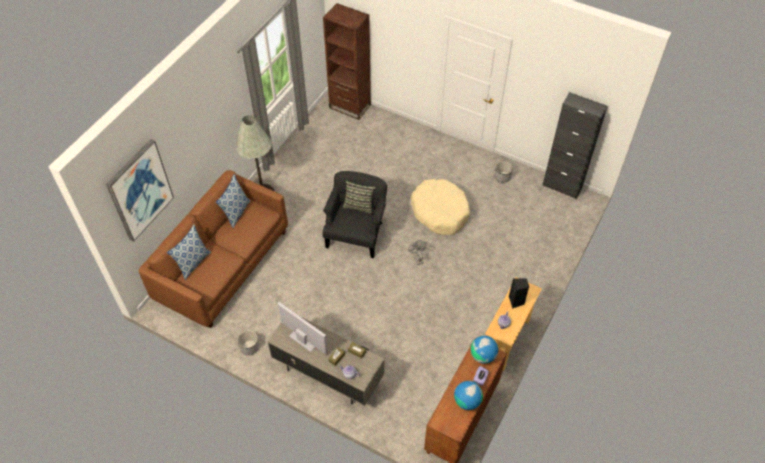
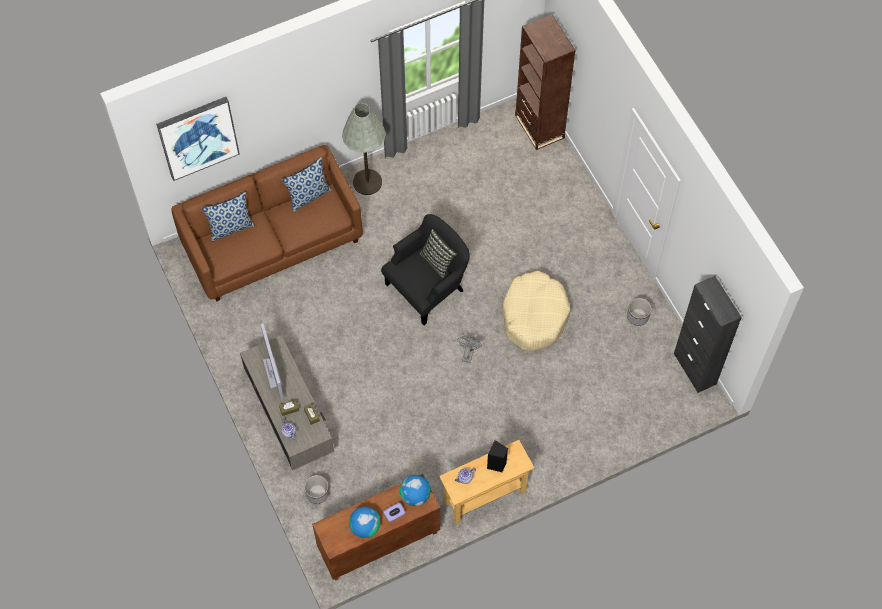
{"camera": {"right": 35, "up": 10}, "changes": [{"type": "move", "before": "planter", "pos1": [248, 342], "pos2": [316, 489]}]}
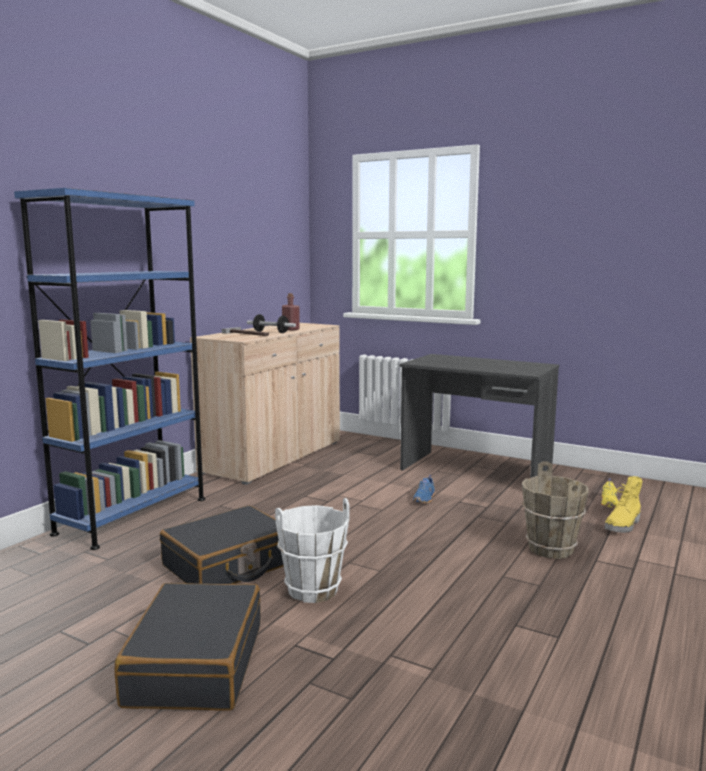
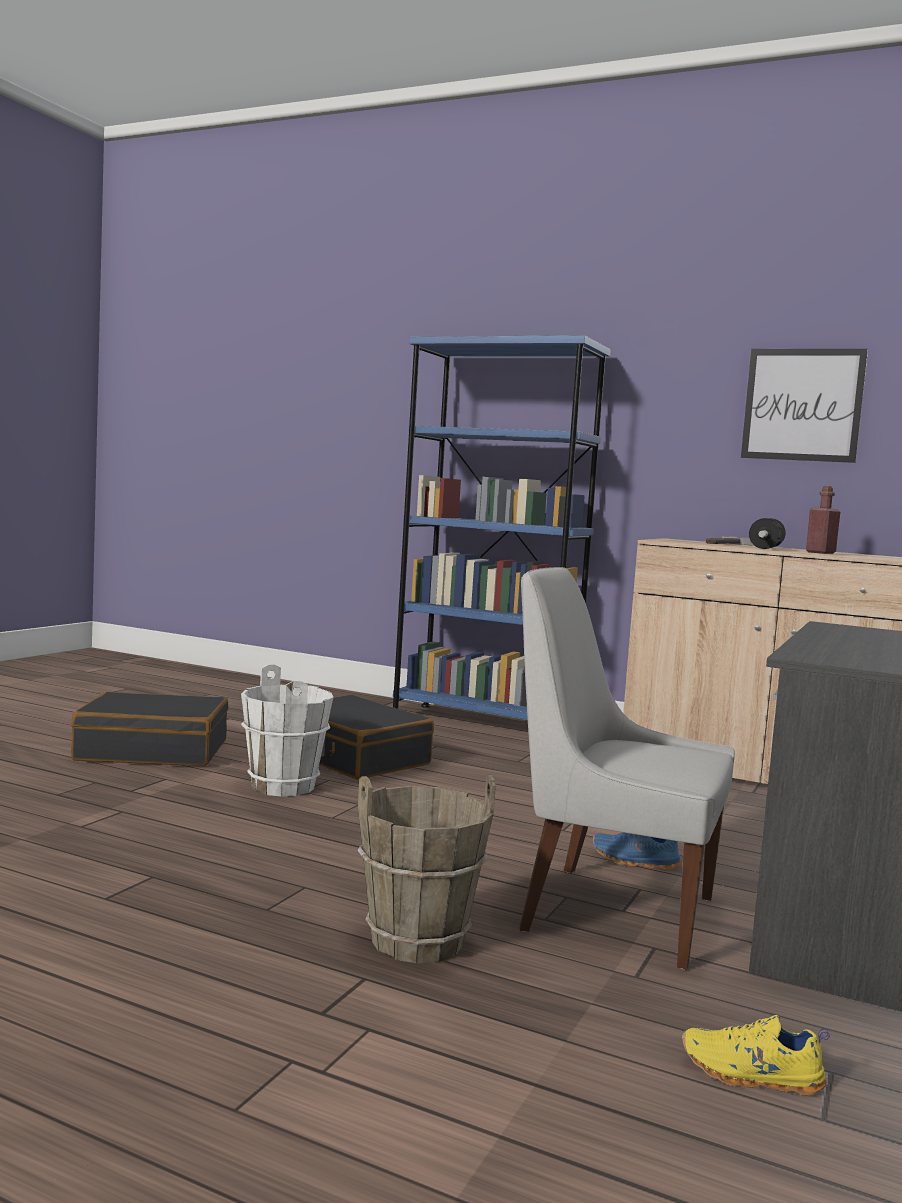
{"camera": {"right": 85, "up": -5}, "changes": [{"type": "delete", "before": "high-top boot (yellow-coloured)", "pos1": [624, 504]}, {"type": "insert", "after": "upright chair (white)", "pos2": [627, 768]}, {"type": "insert", "after": "wall picture", "pos2": [804, 406]}]}
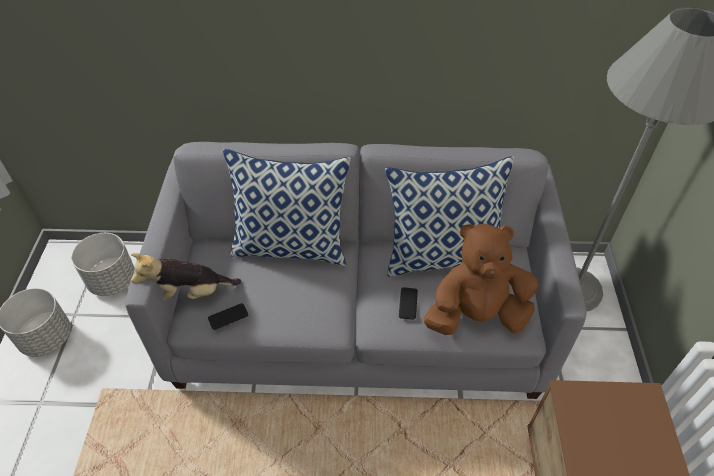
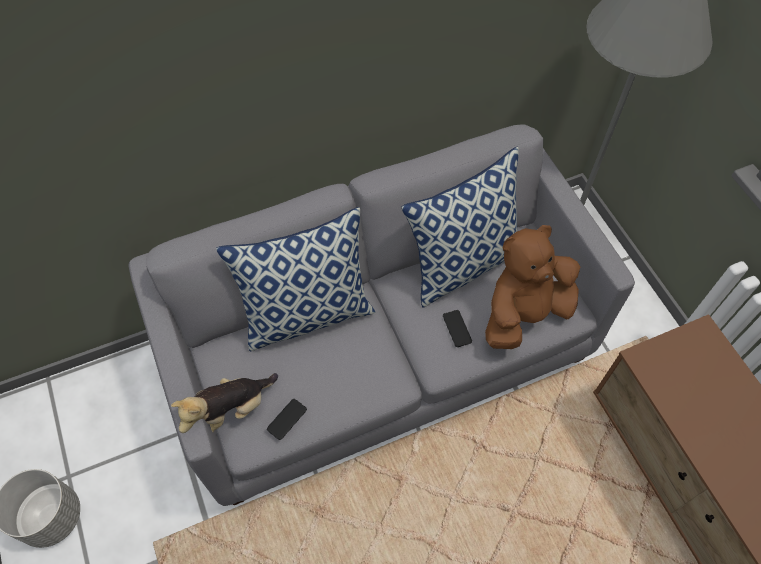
{"camera": {"right": -25, "up": 10}, "changes": [{"type": "delete", "before": "planter (gray)", "pos1": [103, 264]}]}
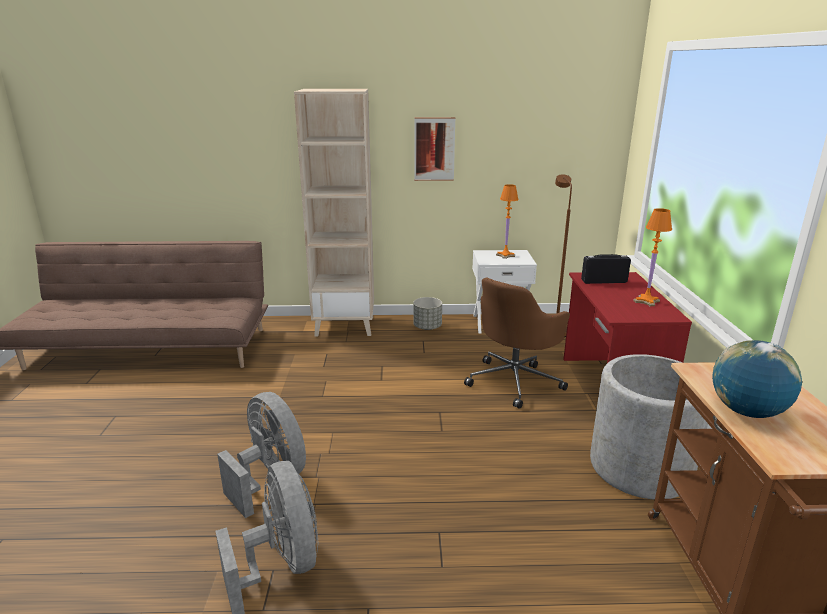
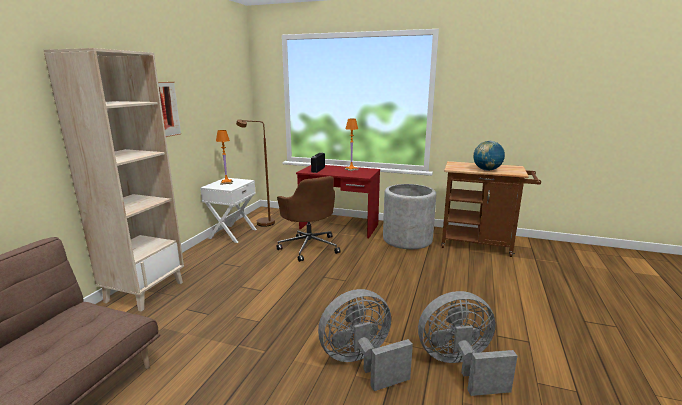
{"camera": {"right": -70, "up": -5}, "changes": [{"type": "delete", "before": "planter (gray)", "pos1": [427, 313]}]}
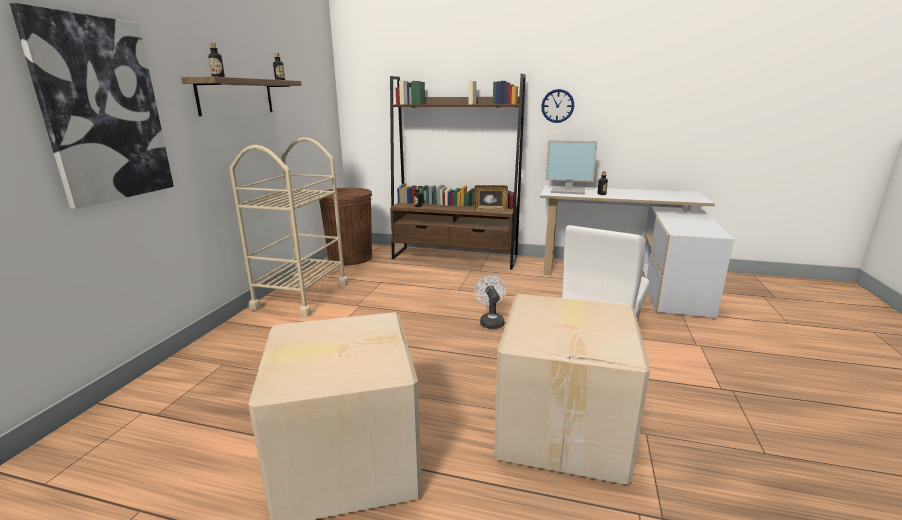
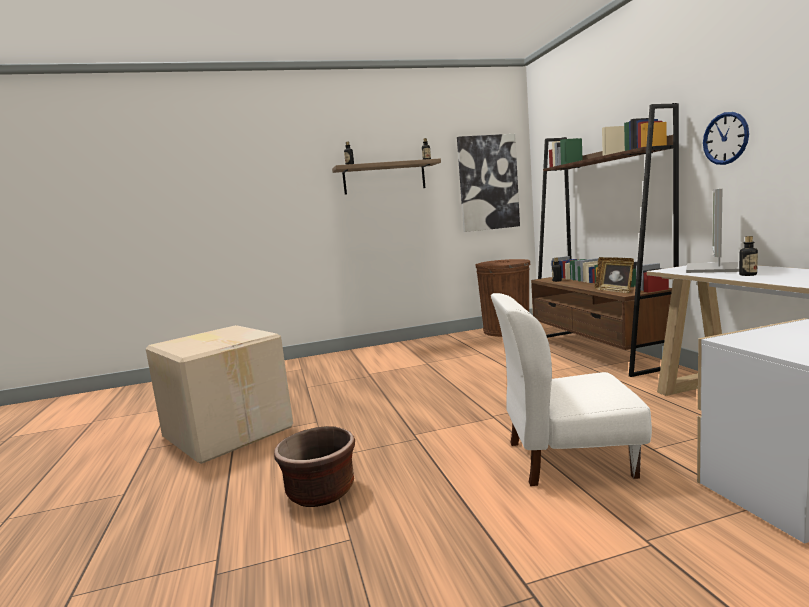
{"camera": {"right": 60, "up": -10}, "changes": [{"type": "move", "before": "wall picture", "pos1": [92, 106], "pos2": [488, 183]}, {"type": "delete", "before": "wheeled cart (beige)", "pos1": [289, 227]}, {"type": "delete", "before": "fan (white)", "pos1": [490, 302]}, {"type": "replace", "before": "packing box", "after": "planter (brownish)", "pos1": [572, 389], "pos2": [314, 466]}, {"type": "rotate", "before": "computer display", "pos1": [572, 167], "pos2": [712, 231], "turn": 45}]}
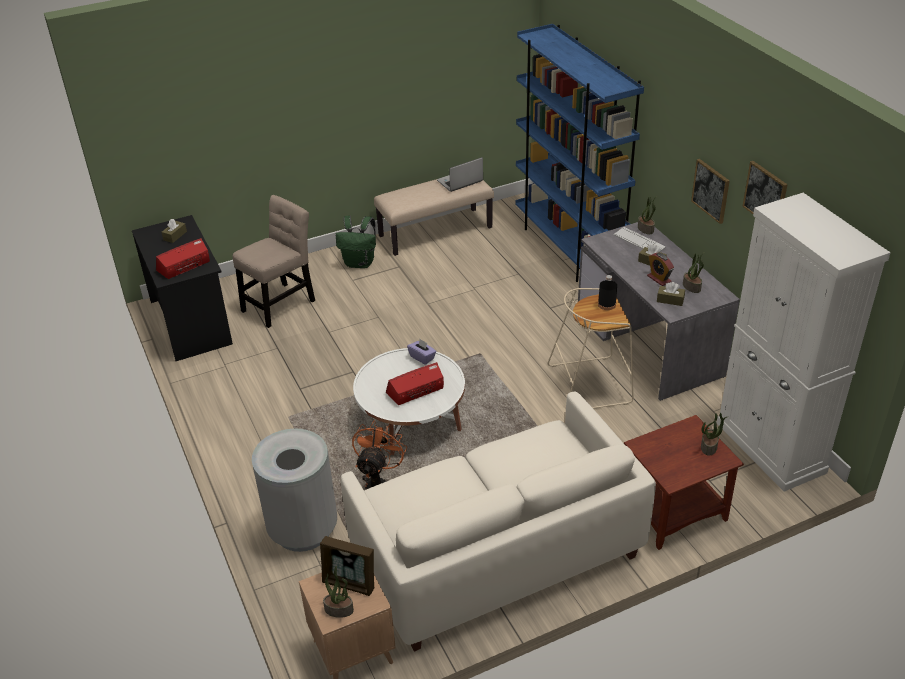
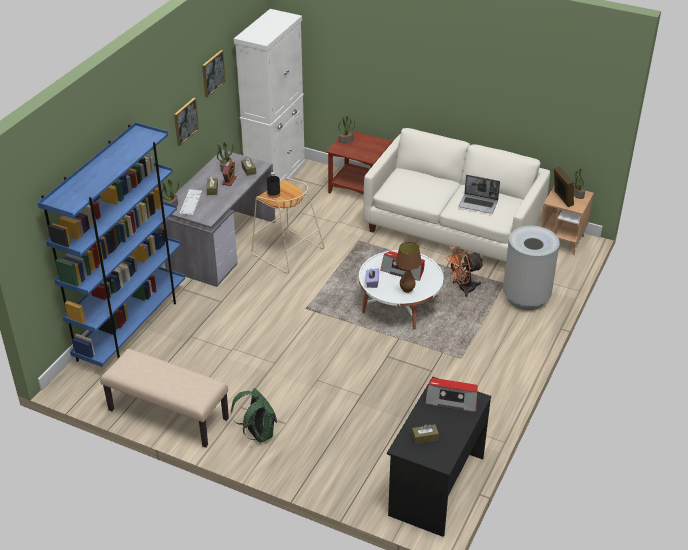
{"camera": {"right": -130, "up": 0}, "changes": [{"type": "delete", "before": "upright chair (beige)", "pos1": [274, 261]}, {"type": "move", "before": "portable computer", "pos1": [460, 174], "pos2": [479, 194]}, {"type": "insert", "after": "table lamp (brownish)", "pos2": [409, 267]}]}
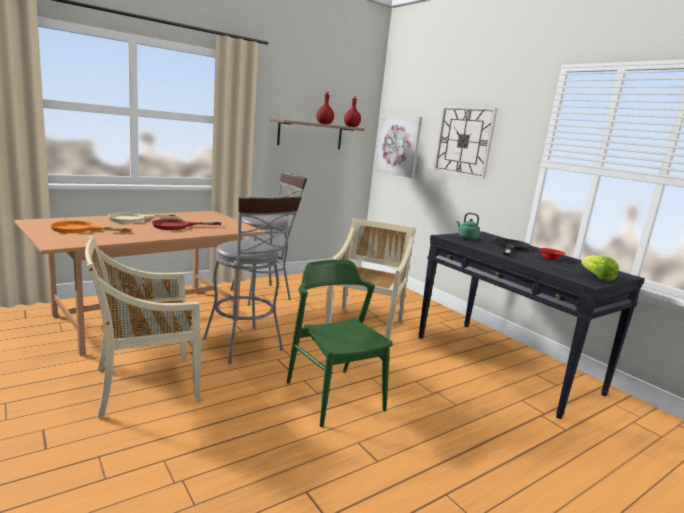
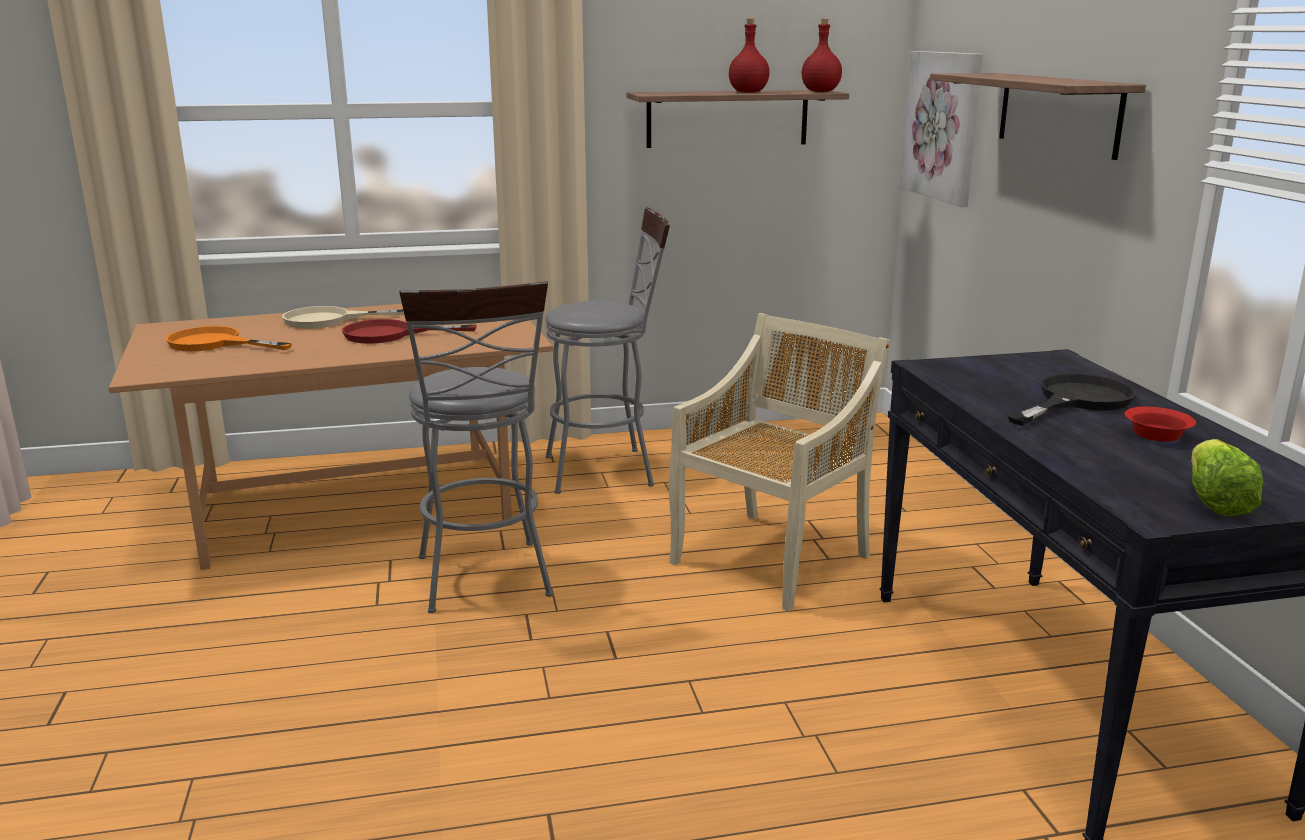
{"camera": {"right": 25, "up": 5}, "changes": [{"type": "delete", "before": "upright chair (beige)", "pos1": [143, 327]}, {"type": "delete", "before": "upright chair (greenish)", "pos1": [340, 343]}, {"type": "replace", "before": "hanging clock", "after": "wall shelf", "pos1": [465, 142], "pos2": [1038, 116]}, {"type": "delete", "before": "tea kettle (greenish)", "pos1": [468, 226]}]}
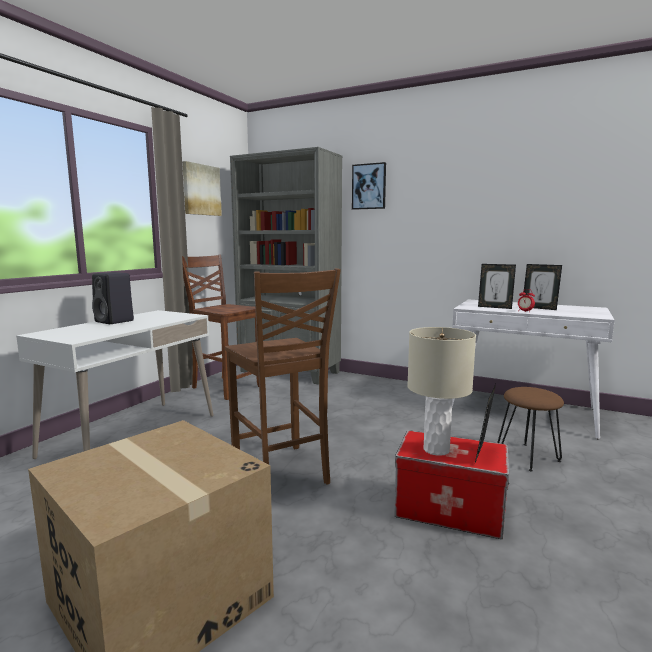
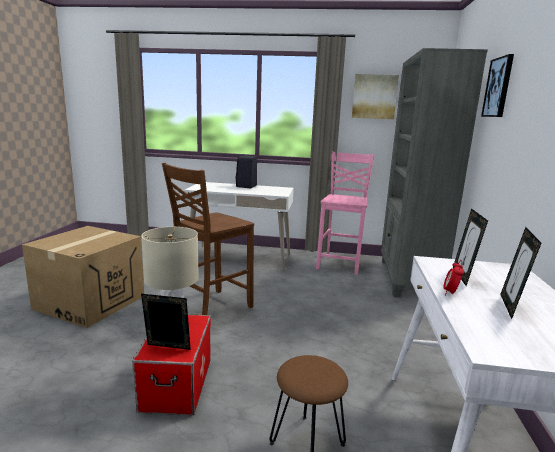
{"camera": {"right": 70, "up": 5}, "changes": [{"type": "recolor", "before": "upright chair (brownish)", "after": "upright chair (pink)", "pos1": [220, 327], "pos2": [345, 213]}]}
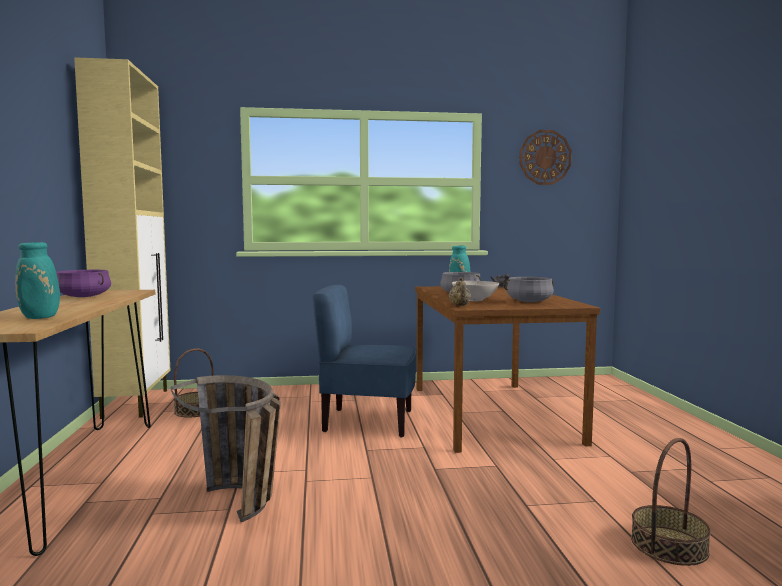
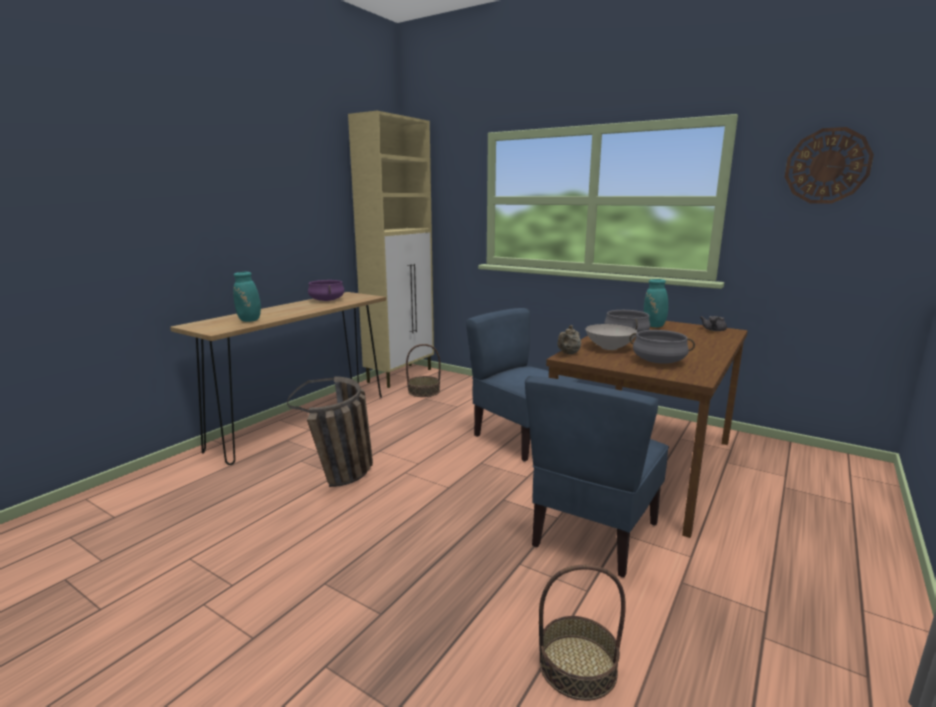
{"camera": {"right": 40, "up": 10}, "changes": [{"type": "insert", "after": "upright chair (blue)", "pos2": [597, 477]}]}
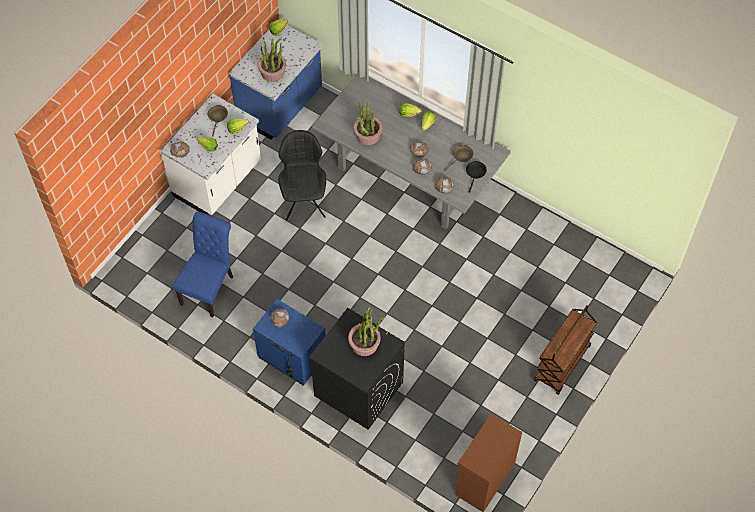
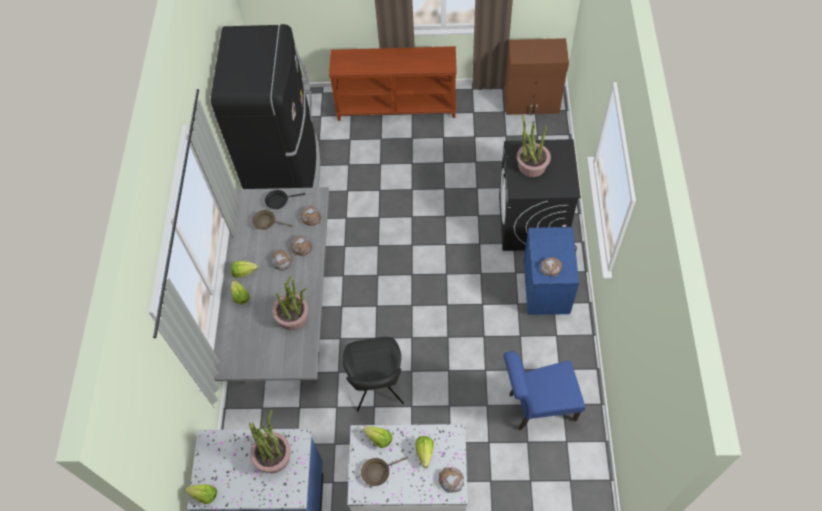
{"camera": {"right": -120, "up": 0}, "changes": [{"type": "rotate", "before": "upright chair (black-coloured)", "pos1": [302, 175], "pos2": [373, 374], "turn": -60}, {"type": "replace", "before": "wheeled cart (brownish)", "after": "narrow table (brownish)", "pos1": [565, 350], "pos2": [393, 83]}, {"type": "insert", "after": "kitchen fridge (black-coloured)", "pos2": [265, 106]}]}
